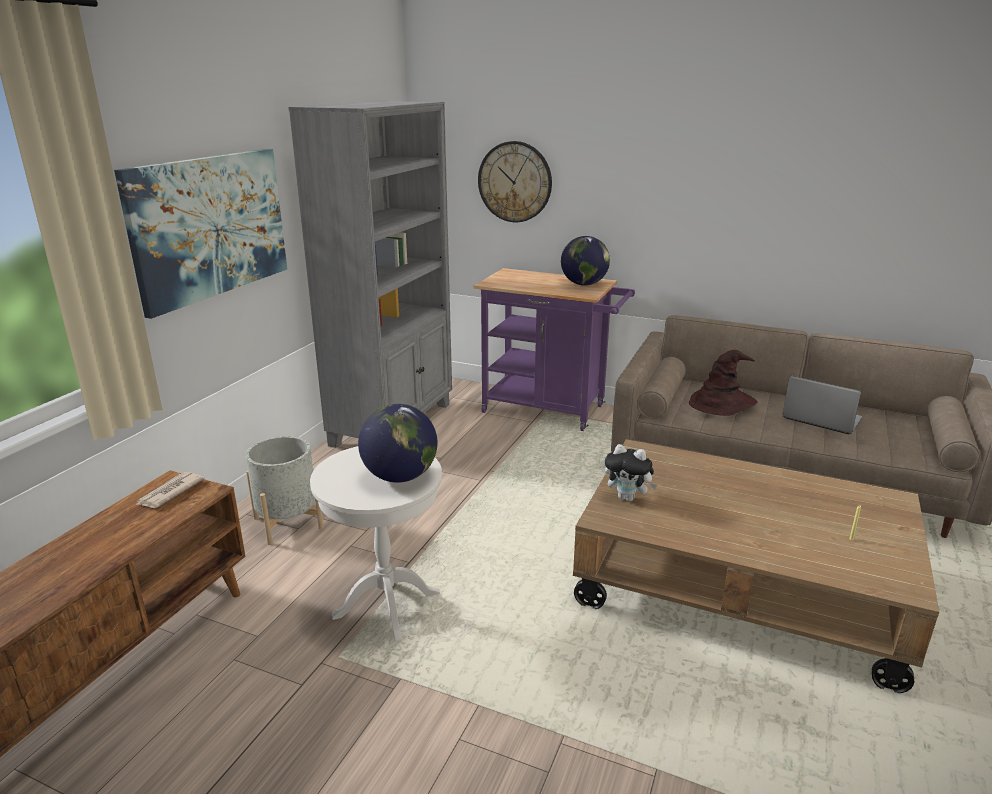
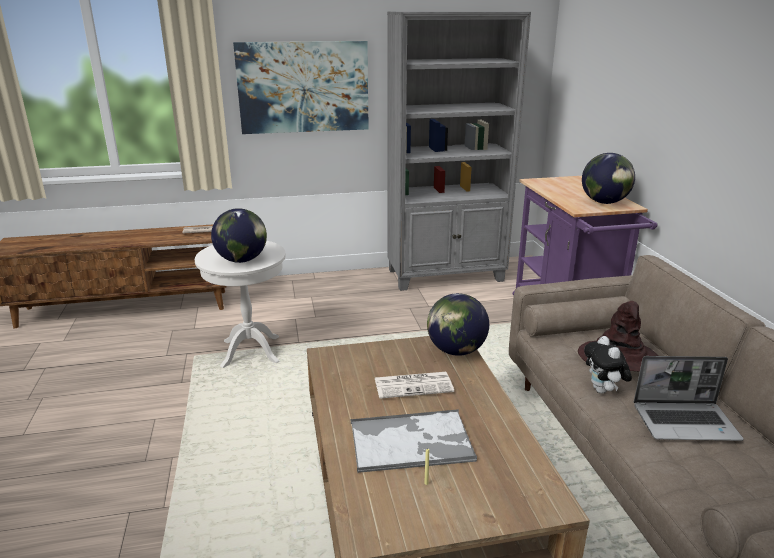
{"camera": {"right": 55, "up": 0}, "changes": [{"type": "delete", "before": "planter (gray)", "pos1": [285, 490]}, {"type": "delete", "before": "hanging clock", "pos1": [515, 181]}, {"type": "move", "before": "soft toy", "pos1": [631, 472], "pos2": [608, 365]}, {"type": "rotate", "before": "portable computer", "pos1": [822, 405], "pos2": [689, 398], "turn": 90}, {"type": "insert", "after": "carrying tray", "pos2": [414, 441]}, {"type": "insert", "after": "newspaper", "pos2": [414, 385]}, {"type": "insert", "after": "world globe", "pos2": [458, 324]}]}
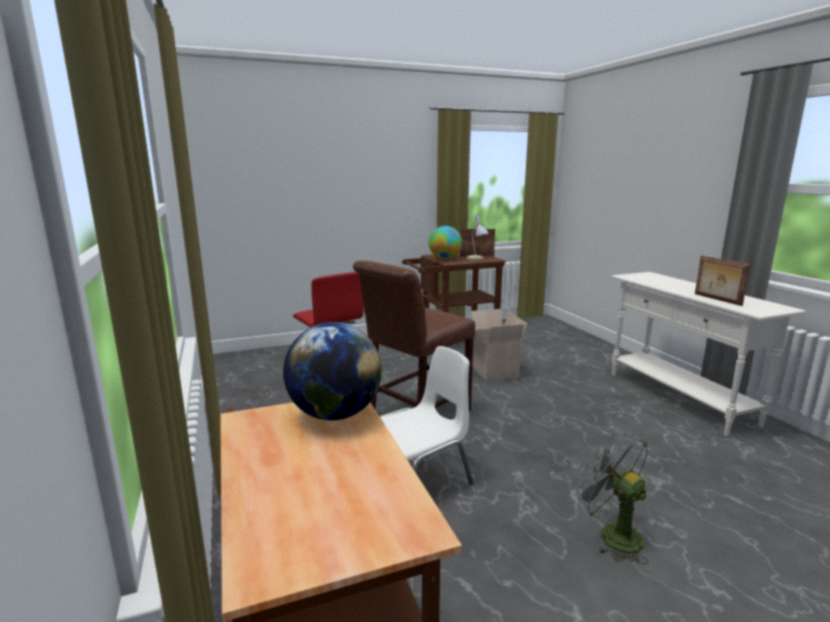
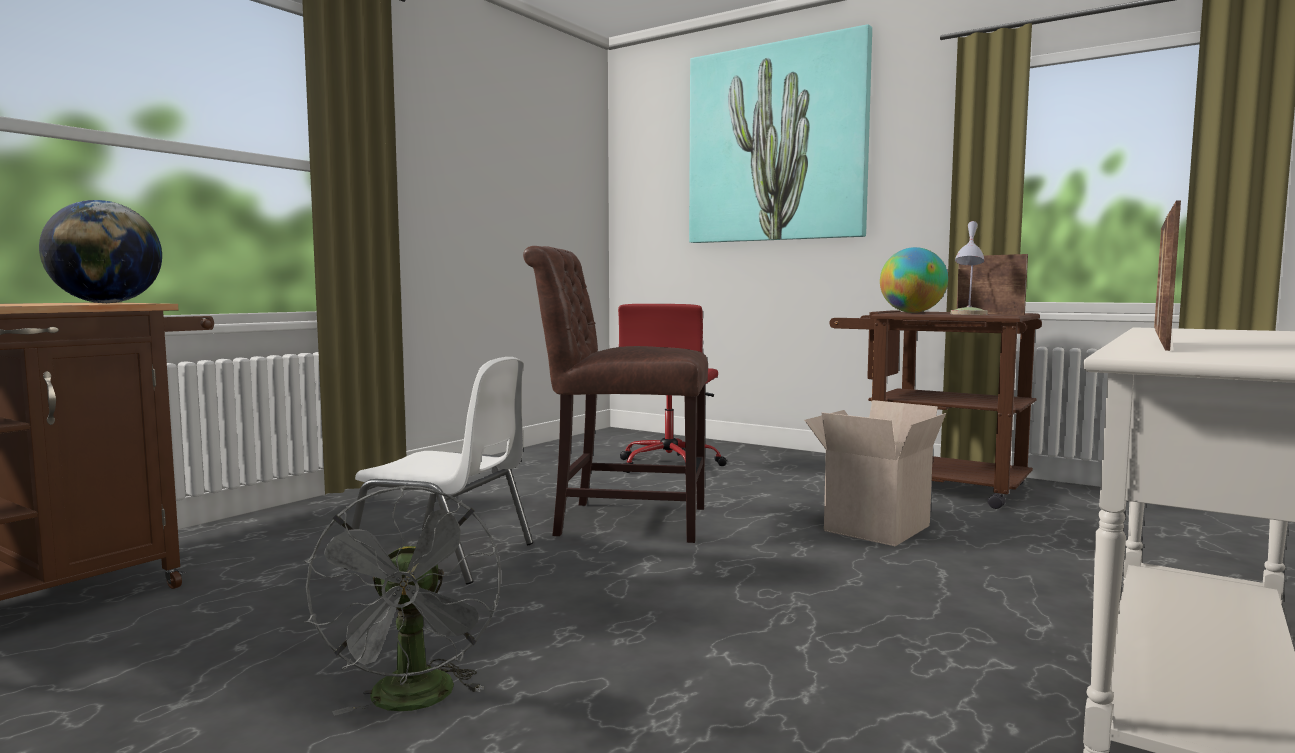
{"camera": {"right": 55, "up": -10}, "changes": [{"type": "rotate", "before": "fan (gray)", "pos1": [611, 498], "pos2": [402, 600], "turn": 150}, {"type": "insert", "after": "wall picture", "pos2": [780, 133]}]}
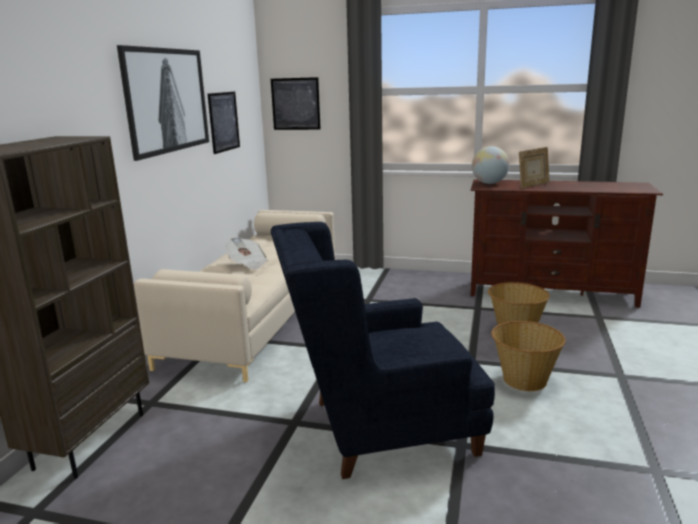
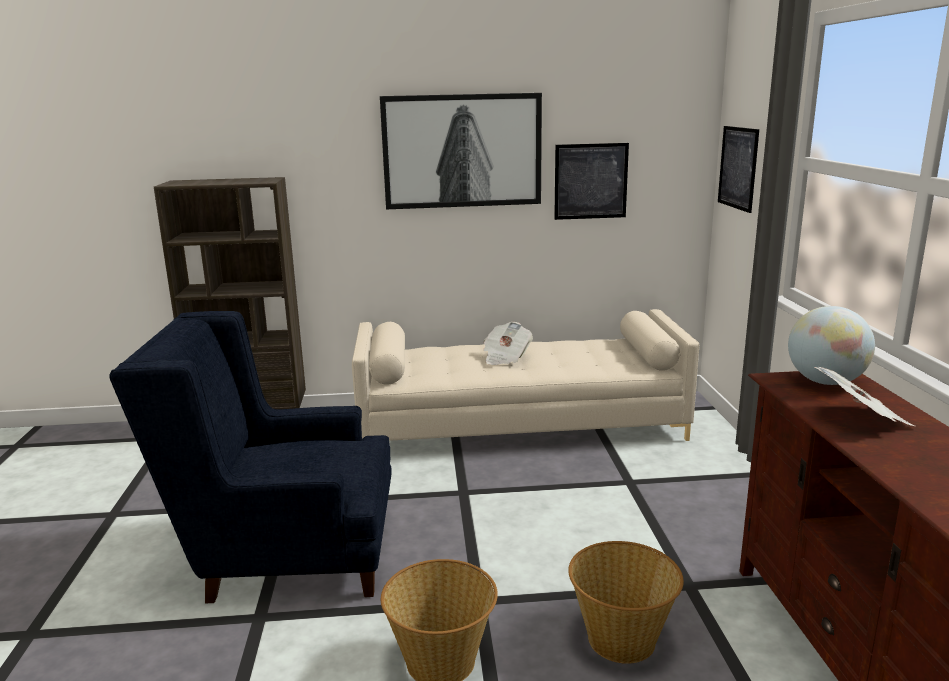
{"camera": {"right": 70, "up": 0}, "changes": [{"type": "rotate", "before": "lounge chair (blue)", "pos1": [383, 350], "pos2": [250, 457], "turn": -60}, {"type": "replace", "before": "photo frame", "after": "newspaper", "pos1": [534, 168], "pos2": [865, 396]}]}
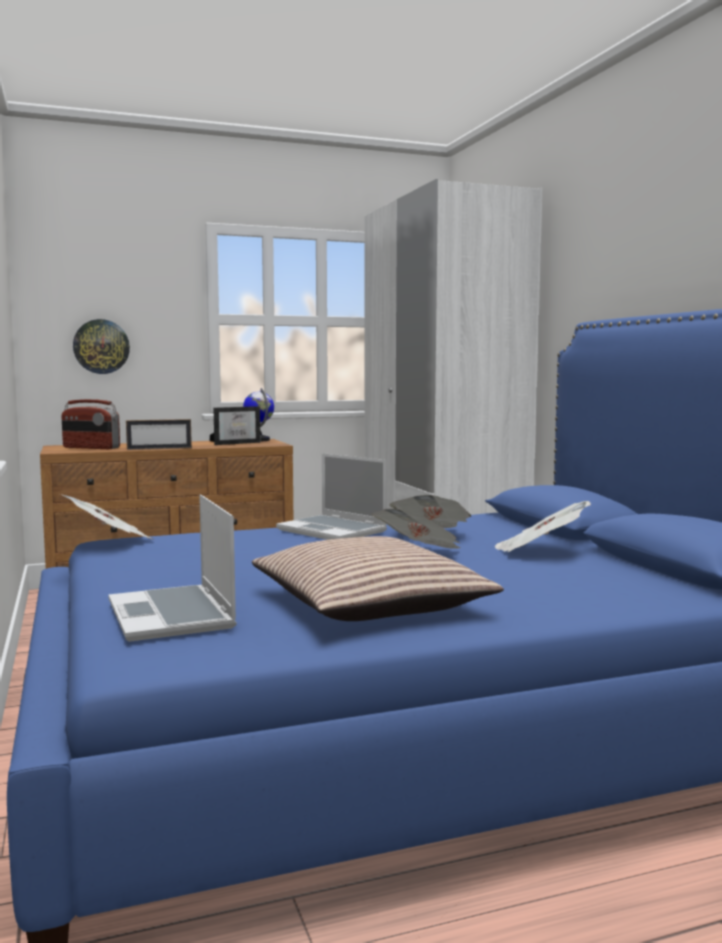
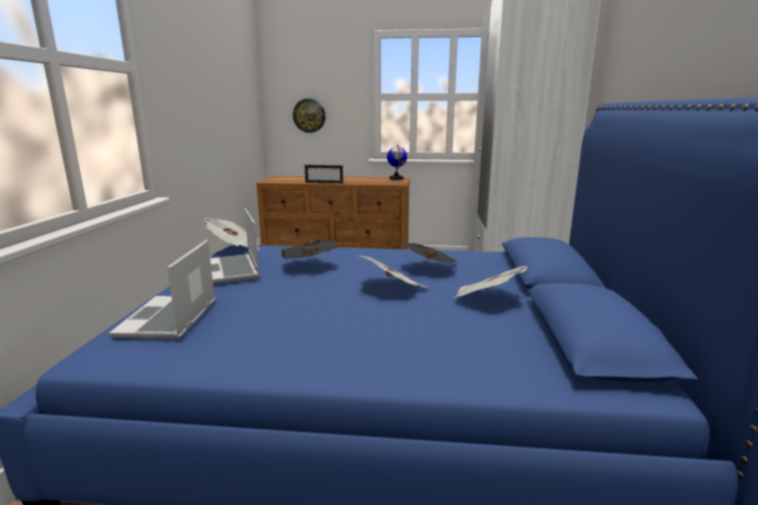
{"camera": {"right": 25, "up": 10}, "changes": [{"type": "delete", "before": "radio", "pos1": [91, 424]}, {"type": "delete", "before": "photo frame", "pos1": [235, 425]}, {"type": "delete", "before": "throw pillow", "pos1": [378, 578]}, {"type": "move", "before": "portable computer", "pos1": [331, 496], "pos2": [235, 246]}, {"type": "insert", "after": "newspaper", "pos2": [309, 249]}]}
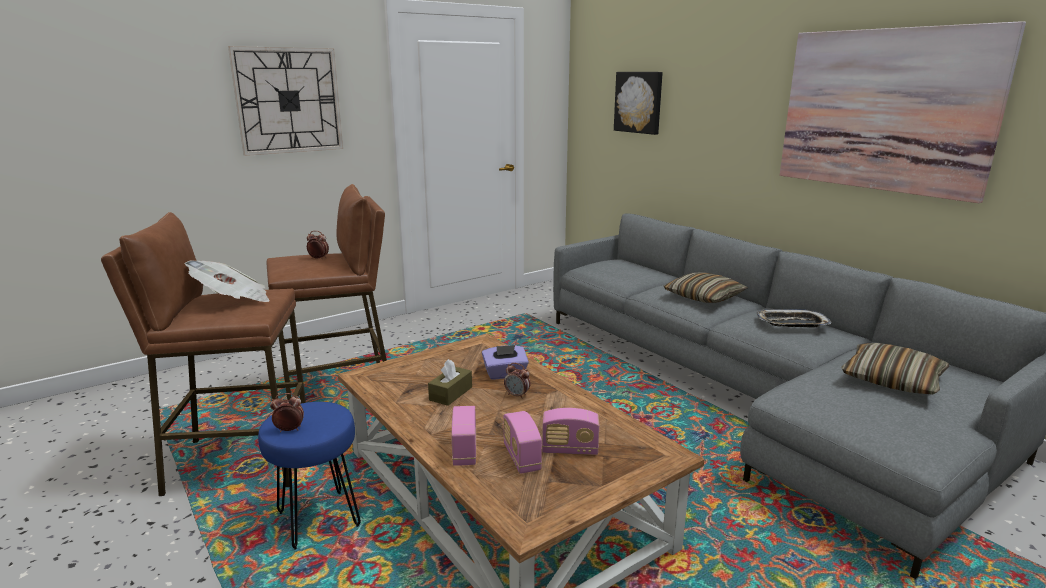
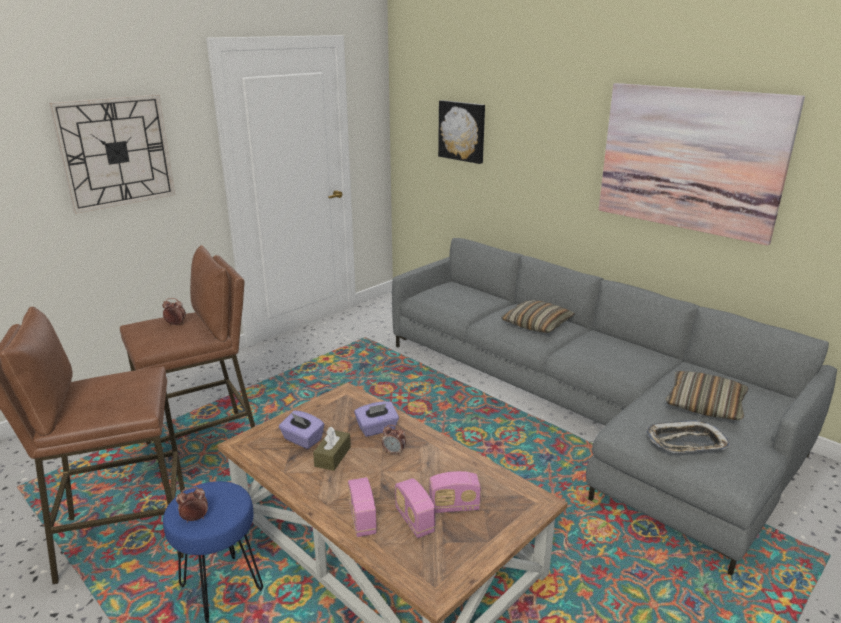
{"camera": {"right": -10, "up": 5}, "changes": [{"type": "delete", "before": "newspaper", "pos1": [226, 281]}, {"type": "move", "before": "carrying tray", "pos1": [794, 318], "pos2": [688, 436]}, {"type": "insert", "after": "box of tissues (purple-coloured)", "pos2": [301, 430]}]}
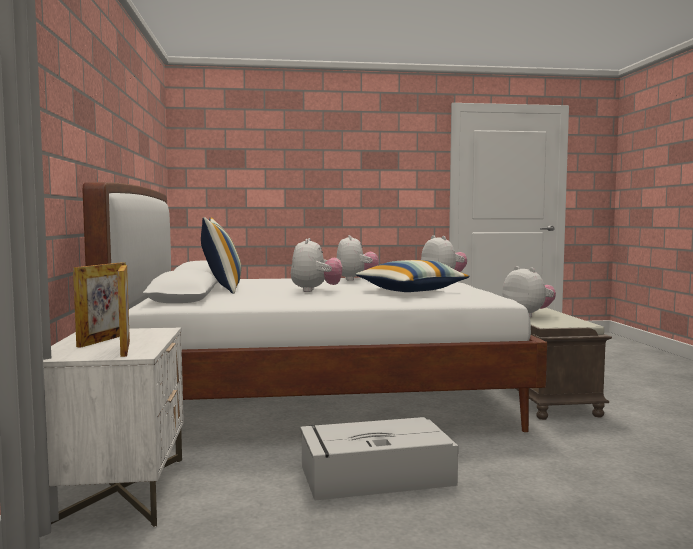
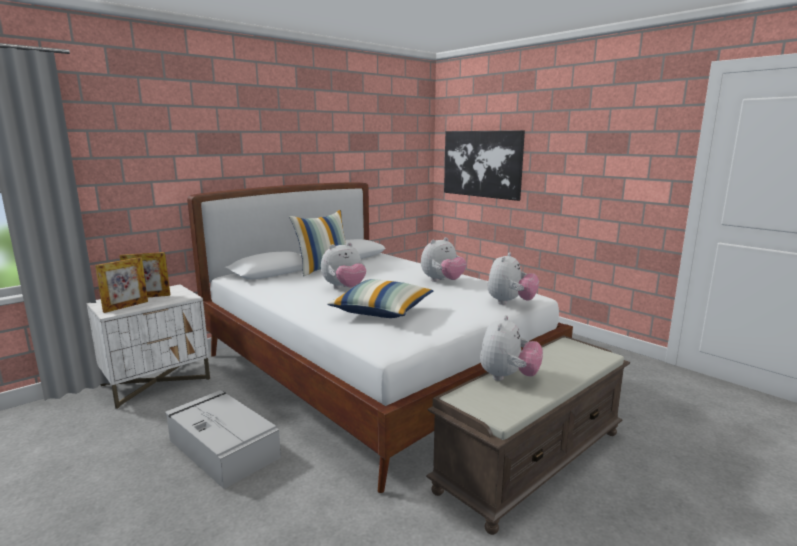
{"camera": {"right": 55, "up": 10}, "changes": [{"type": "insert", "after": "wall picture", "pos2": [484, 165]}]}
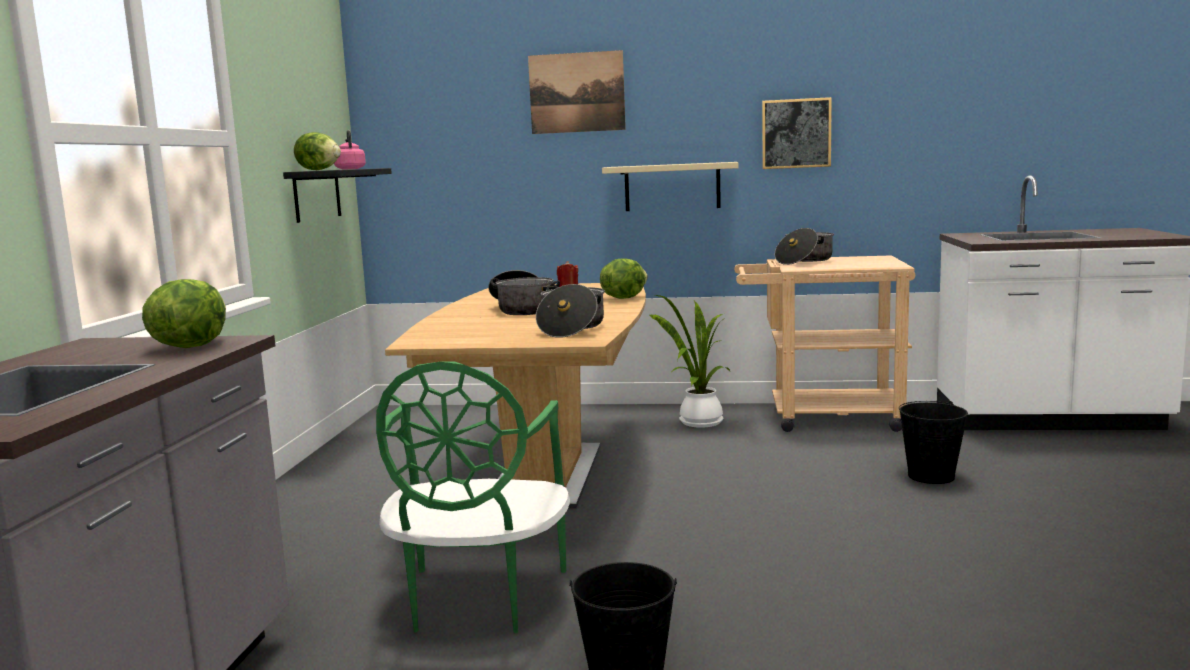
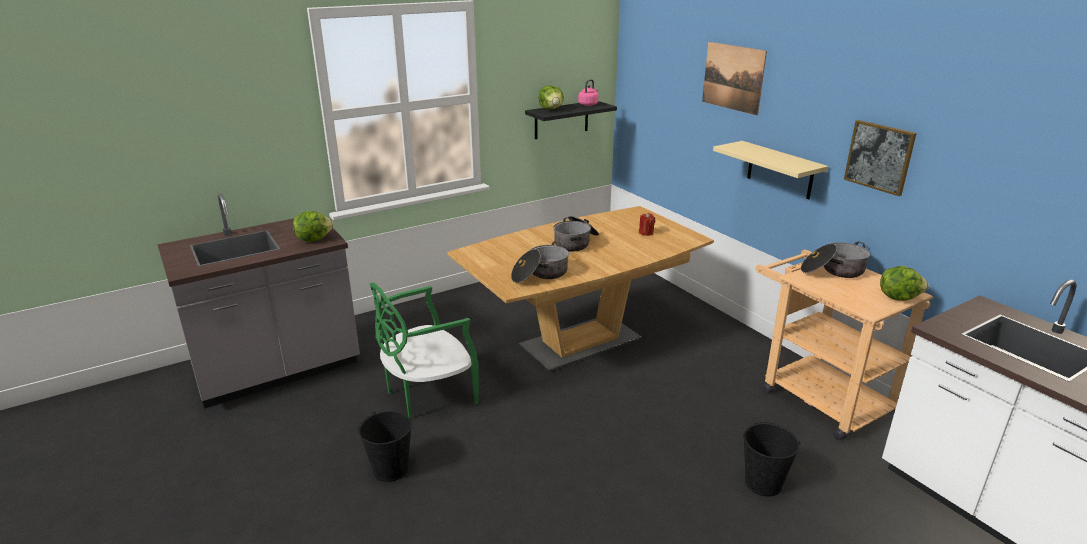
{"camera": {"right": 50, "up": 15}, "changes": [{"type": "move", "before": "lettuce head", "pos1": [624, 278], "pos2": [904, 283]}, {"type": "delete", "before": "plant in a pot", "pos1": [690, 361]}]}
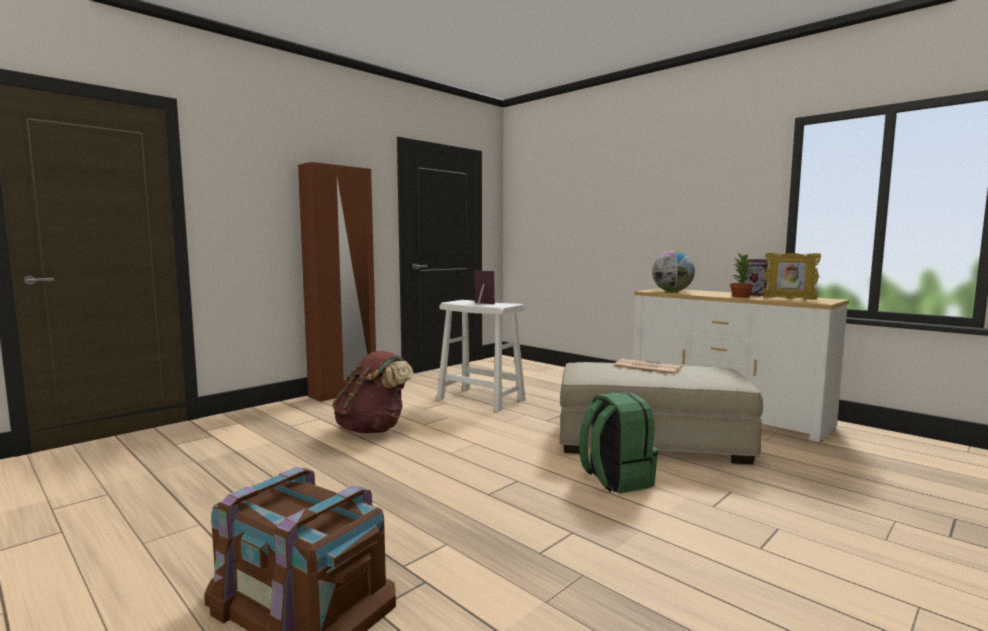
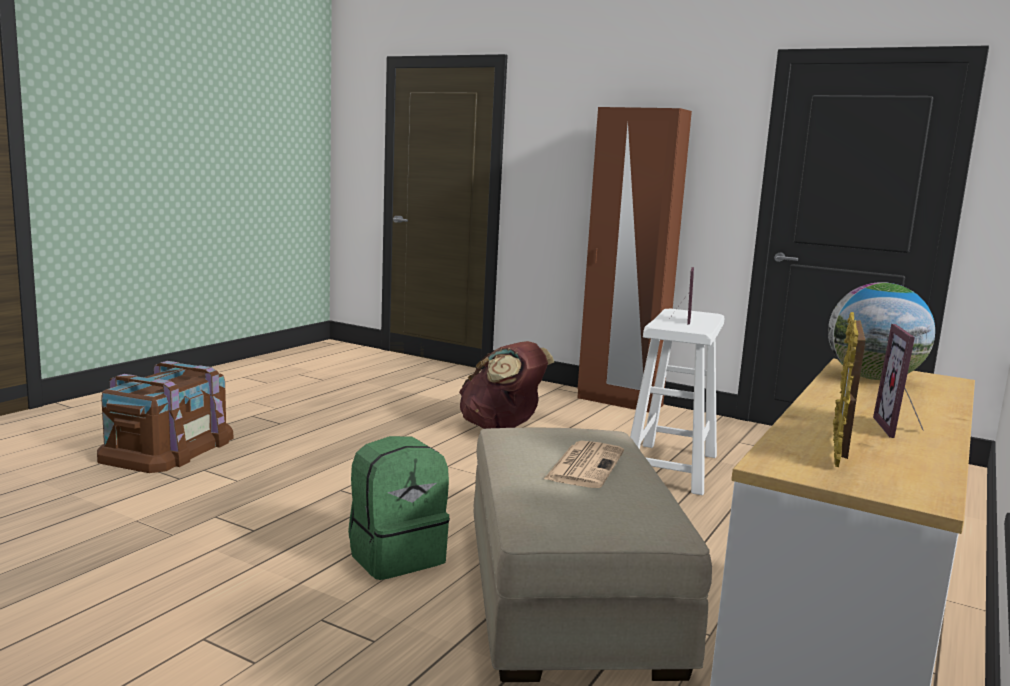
{"camera": {"right": 75, "up": 5}, "changes": [{"type": "delete", "before": "plant in a pot", "pos1": [742, 275]}]}
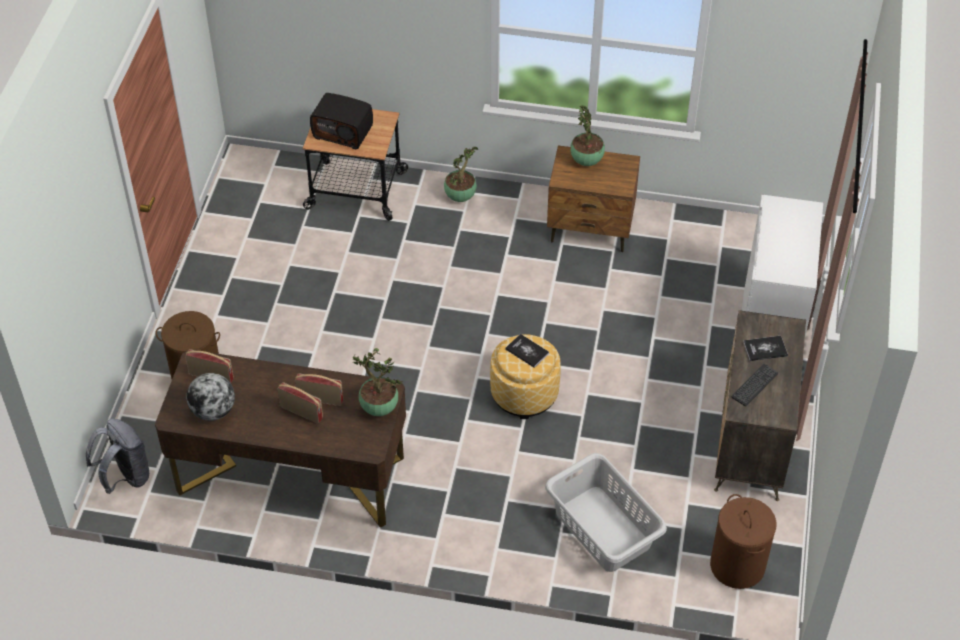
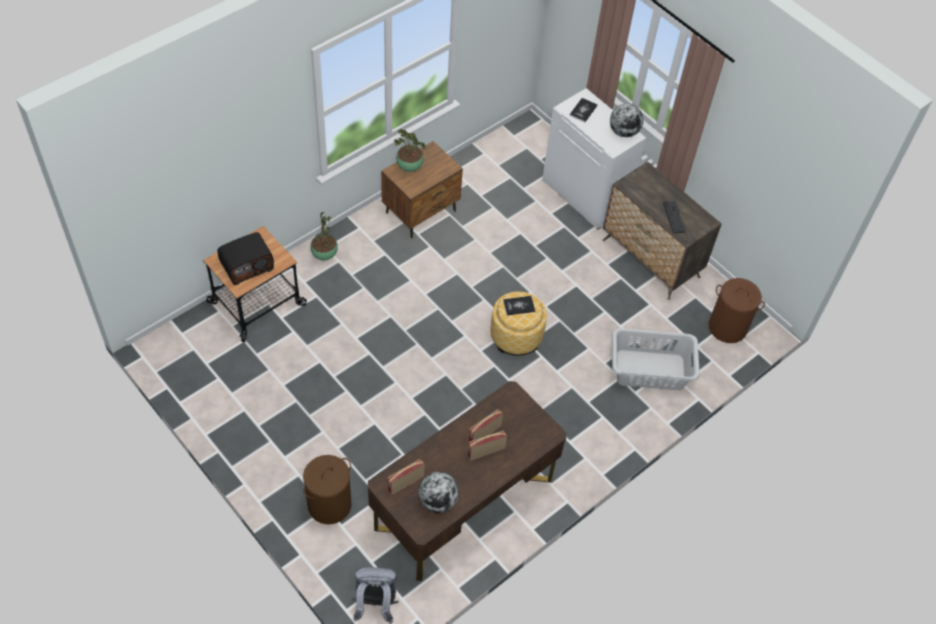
{"camera": {"right": -55, "up": 5}, "changes": [{"type": "delete", "before": "plant in a pot", "pos1": [377, 382]}, {"type": "move", "before": "book", "pos1": [766, 348], "pos2": [583, 110]}, {"type": "insert", "after": "world globe", "pos2": [627, 120]}]}
